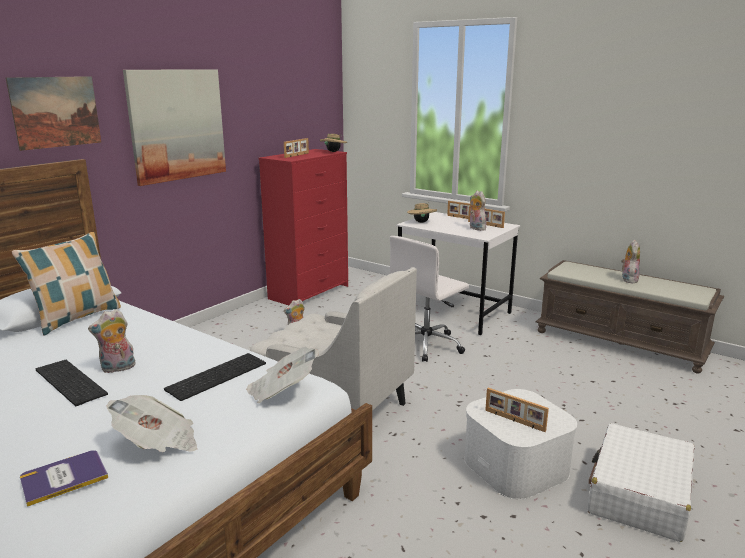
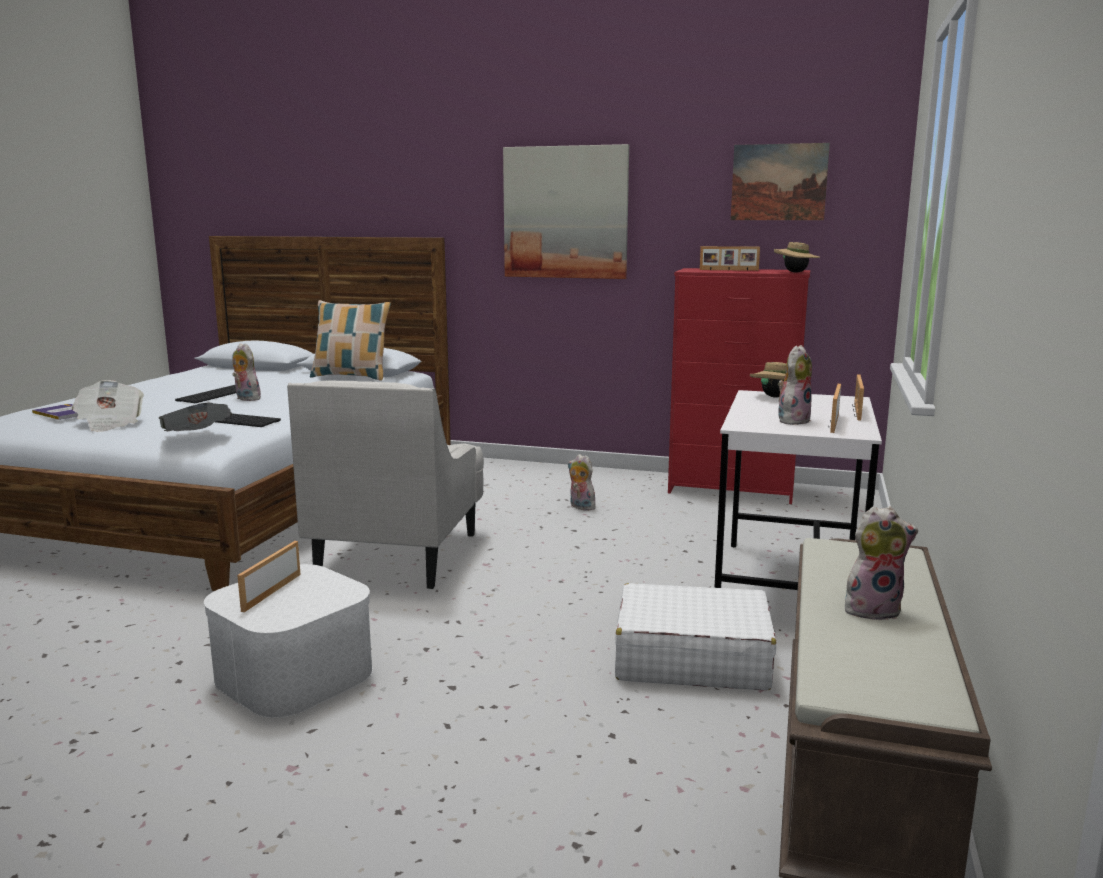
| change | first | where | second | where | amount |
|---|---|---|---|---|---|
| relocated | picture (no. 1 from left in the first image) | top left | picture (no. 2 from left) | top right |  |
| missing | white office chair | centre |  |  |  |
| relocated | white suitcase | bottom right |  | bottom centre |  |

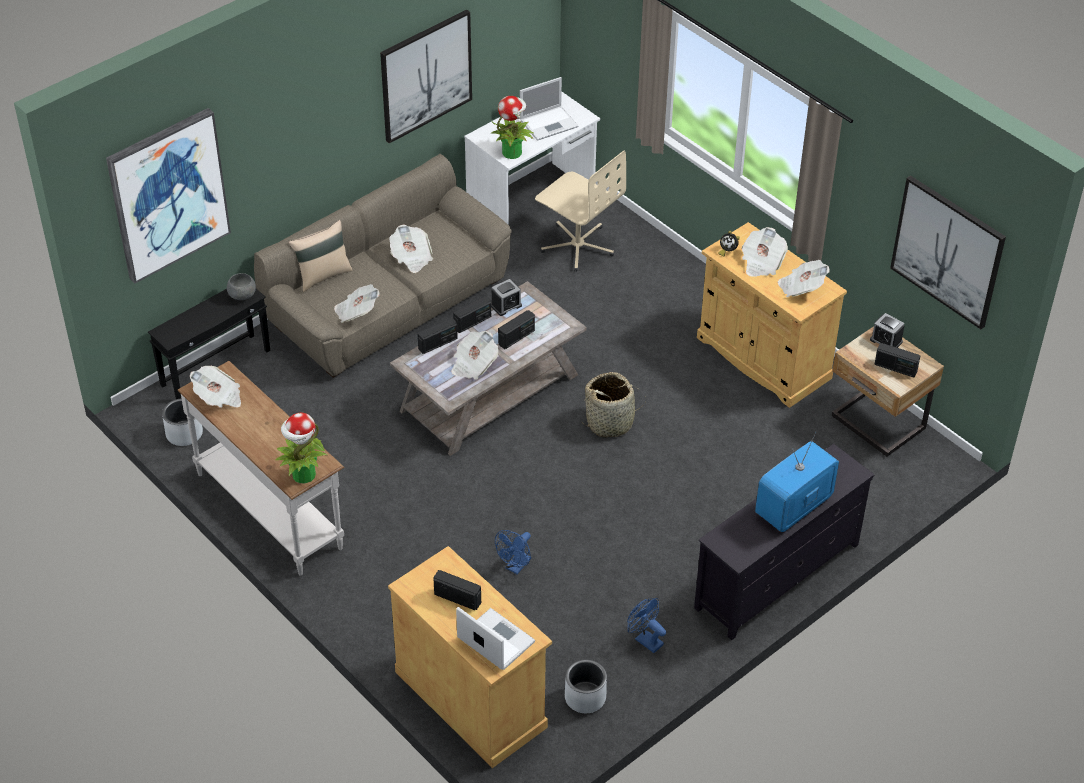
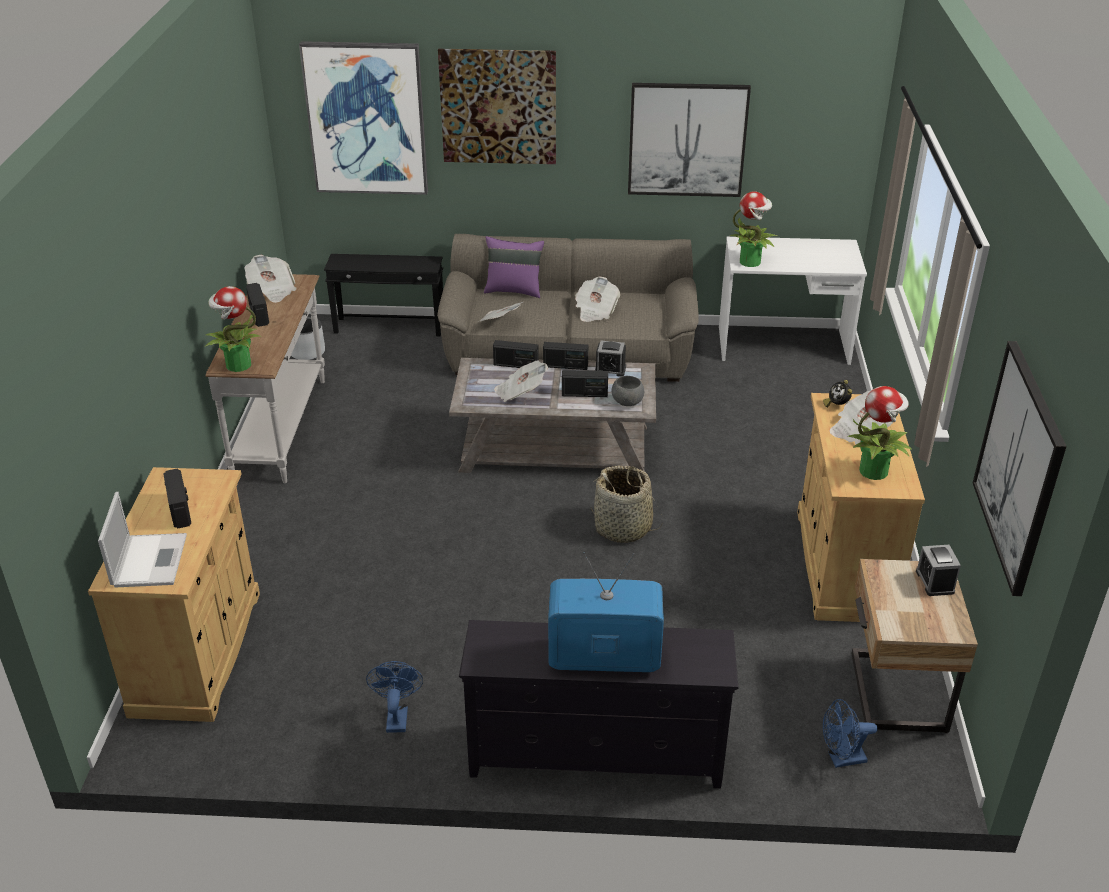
| change | first | where | second | where | amount |
|---|---|---|---|---|---|
| missing | laptop (no. 2 from left) | top centre |  |  |  |
| missing | beige office chair | top centre |  |  |  |
| colour | beige pillow | top left | purple pillow | top centre |  |
| exchanged | newspaper (no. 6 from left) | middle right | potted plant (no. 3 from left) | middle right |  |
| relocated | grey bowl | middle left |  | centre |  |
| relocated | radio (no. 5 from left in the first image) | middle right | radio (no. 2 from left) | middle left |  |
| relocated | blue fan (no. 1 from left in the first image) | bottom centre | blue fan (no. 2 from left) | bottom right |  |
| missing | grey planter (no. 2 from left) | bottom centre |  |  |  |
| appeared |  |  | picture (no. 2 from left) | top centre |  |

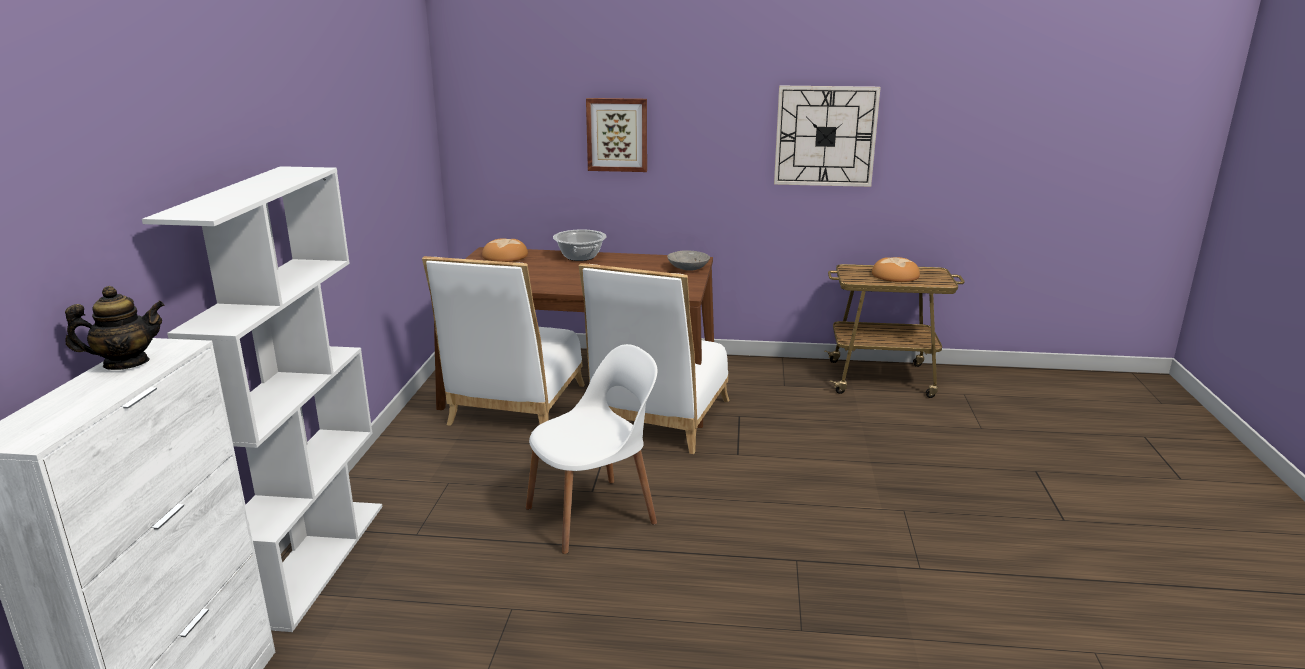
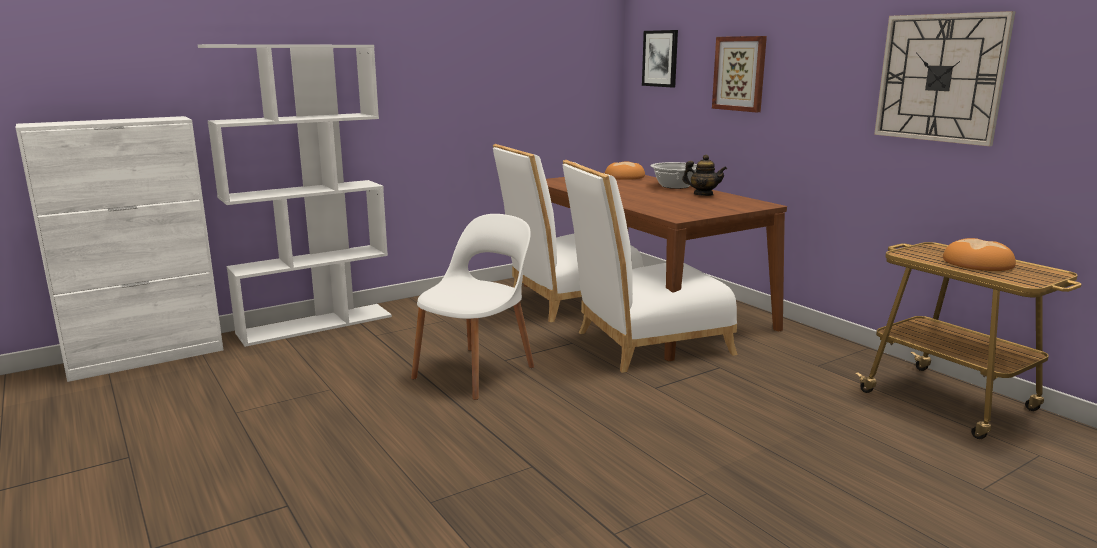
| change | first | where | second | where | amount |
|---|---|---|---|---|---|
| missing | grey bowl | centre |  |  |  |
| relocated | teapot | middle left |  | top centre |  |
| spun | white chair (no. 2 from left in the first image) | bottom centre | white chair (no. 1 from left) | centre | 75 degrees counterclockwise |
| appeared |  |  | picture (no. 1 from left) | top centre |  |

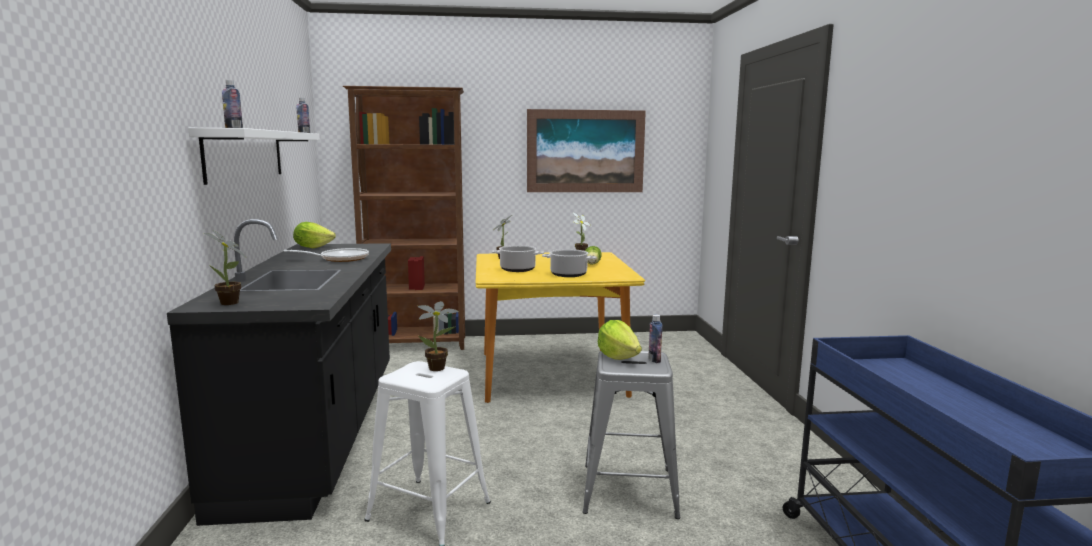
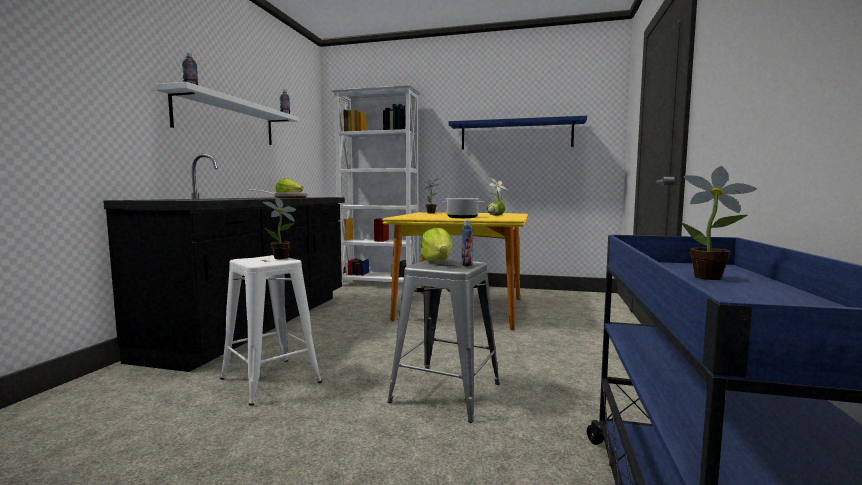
| change | first | where | second | where | amount |
|---|---|---|---|---|---|
| colour | brown bookcase | centre | white bookcase | centre |  |
| exchanged | picture | top centre | blue shelf | top centre |  |
| relocated | potted plant (no. 1 from left in the first image) | middle left | potted plant (no. 4 from left) | middle right |  |
| missing | cooking pot (no. 1 from left) | centre |  |  |  |

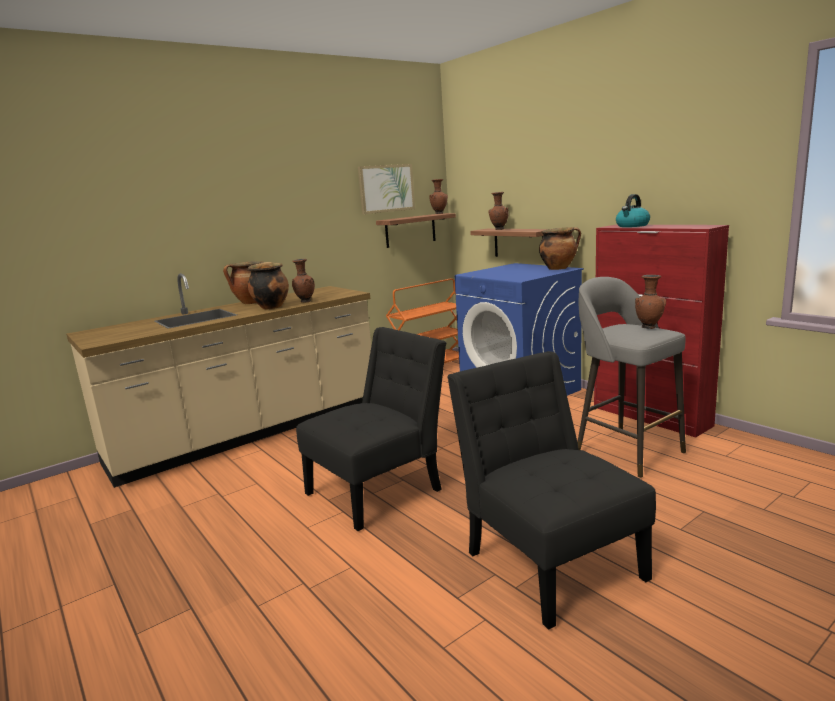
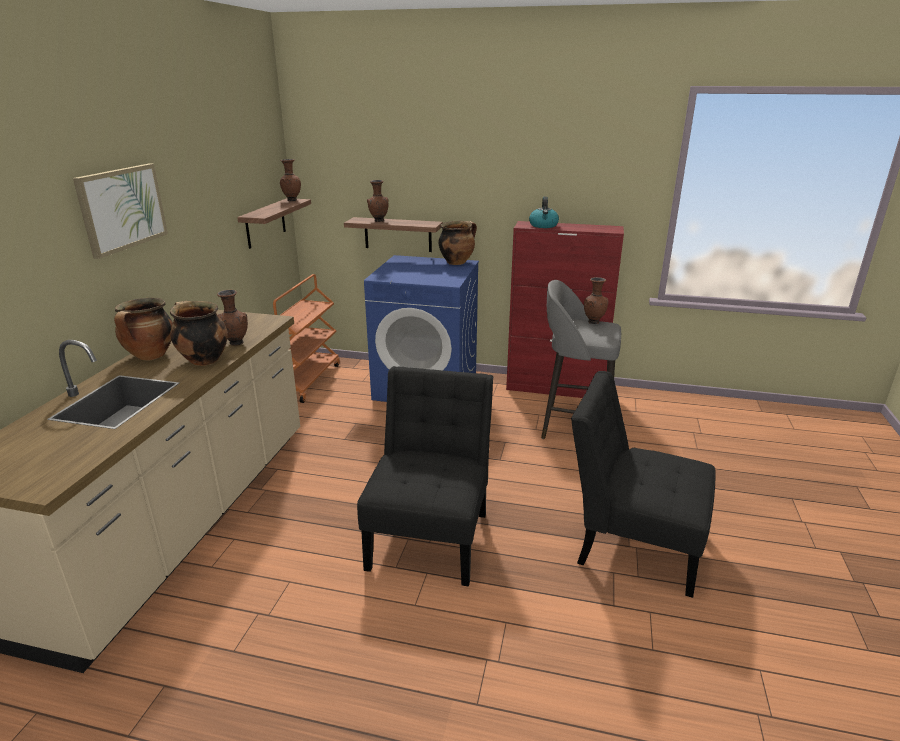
| change | first | where | second | where | amount |
|---|---|---|---|---|---|
| relocated | picture | top centre |  | top left |  |

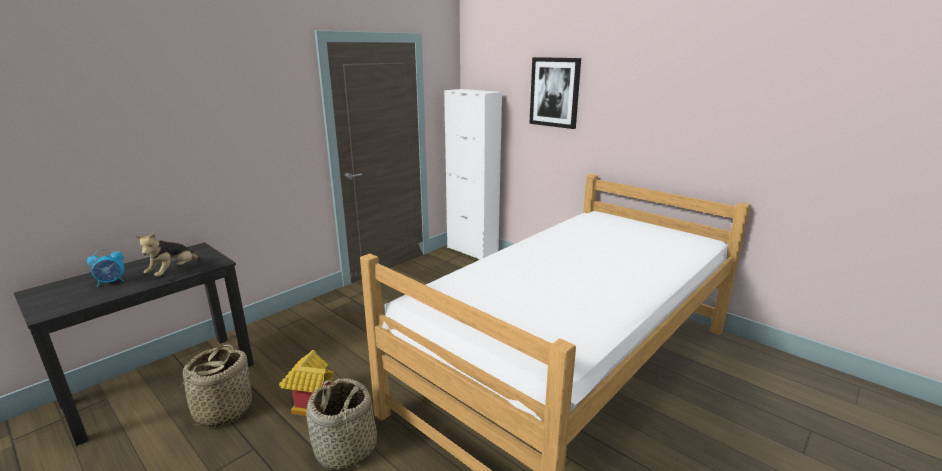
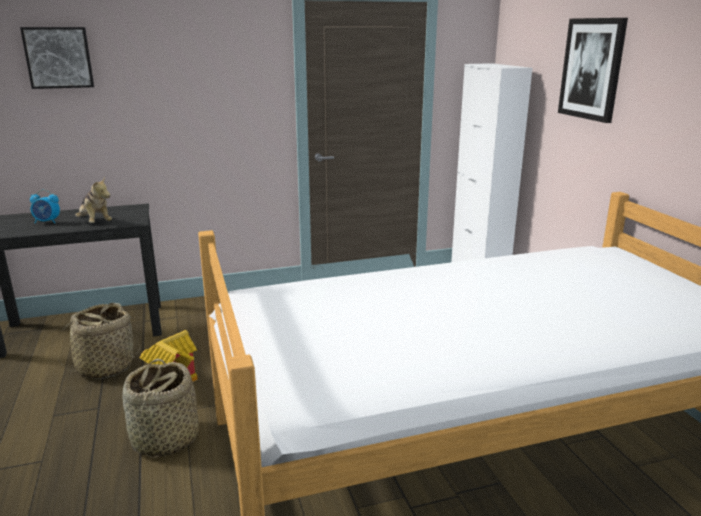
| change | first | where | second | where | amount |
|---|---|---|---|---|---|
| spun | plush toy | middle left |  | middle left | 90 degrees counterclockwise |
| appeared |  |  | picture (no. 1 from left) | top left |  |

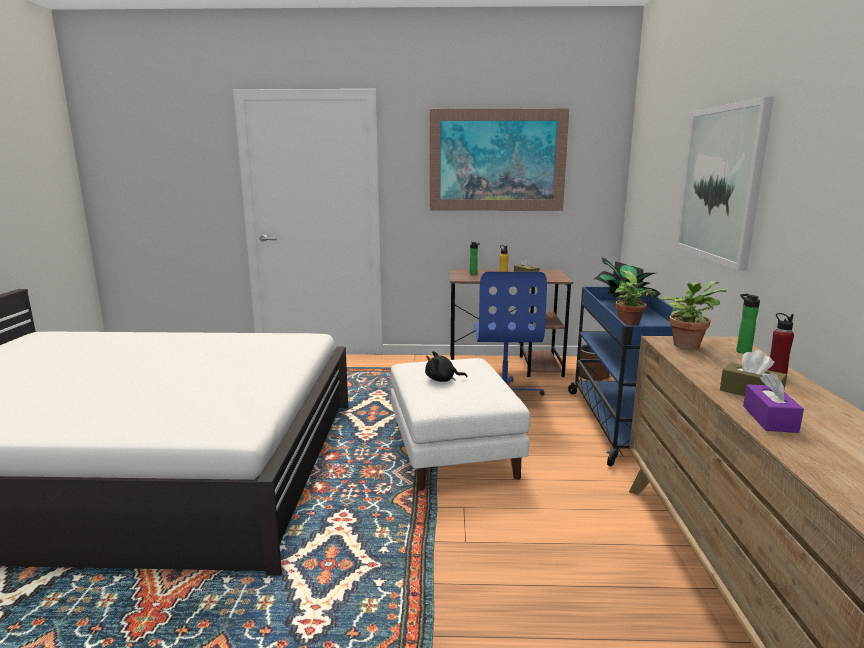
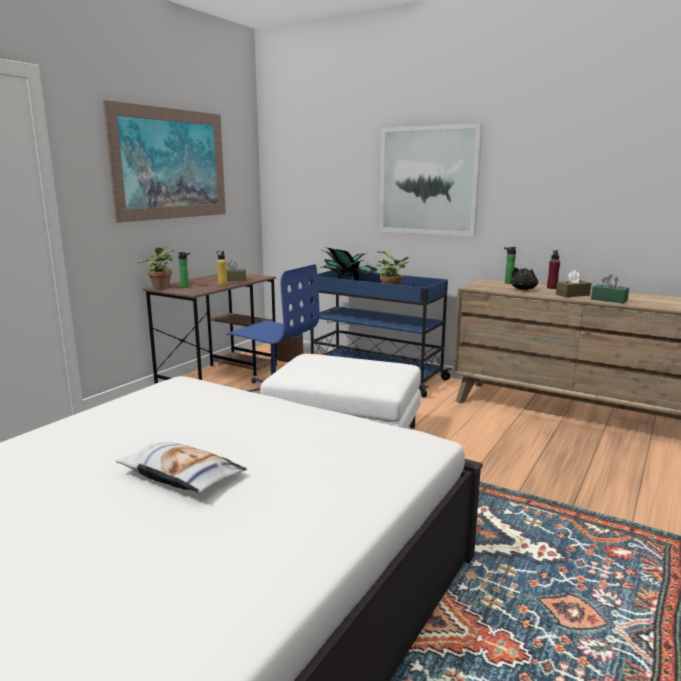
| change | first | where | second | where | amount |
|---|---|---|---|---|---|
| relocated | potted plant (no. 3 from left in the first image) | middle right | potted plant (no. 1 from left) | middle left |  |
| relocated | black plush toy | centre |  | middle right |  |
| colour | purple tissue box | middle right | green tissue box | middle right |  |
| appeared |  |  | pillow | bottom left |  |

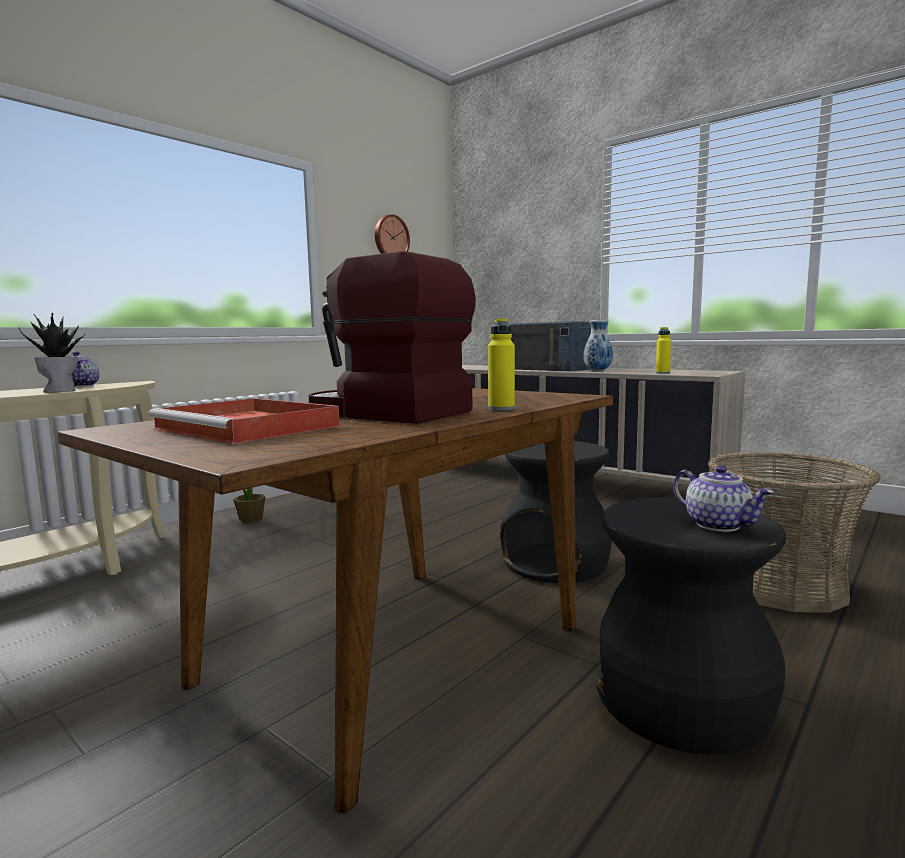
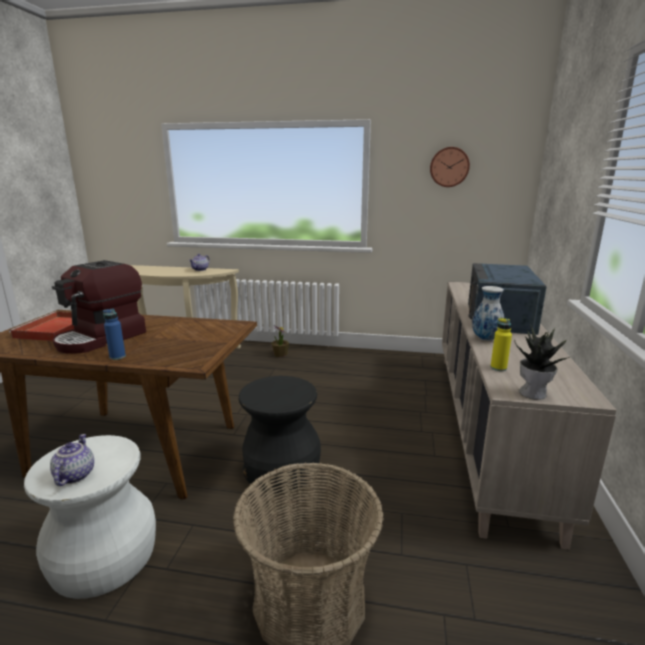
| change | first | where | second | where | amount |
|---|---|---|---|---|---|
| spun | coffee machine | centre |  | middle left | 150 degrees counterclockwise |
| relocated | potted plant (no. 1 from left in the first image) | middle left | potted plant (no. 2 from left) | middle right |  |
| colour | yellow bottle (no. 1 from left) | centre | blue bottle | middle left |  |
| spun | teapot (no. 2 from left in the first image) | middle right | teapot (no. 1 from left) | bottom left | 150 degrees clockwise |
| colour | black stool (no. 2 from left) | bottom right | white stool | bottom left |  |

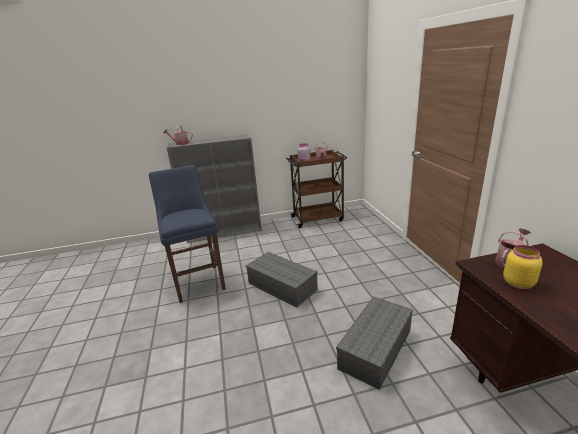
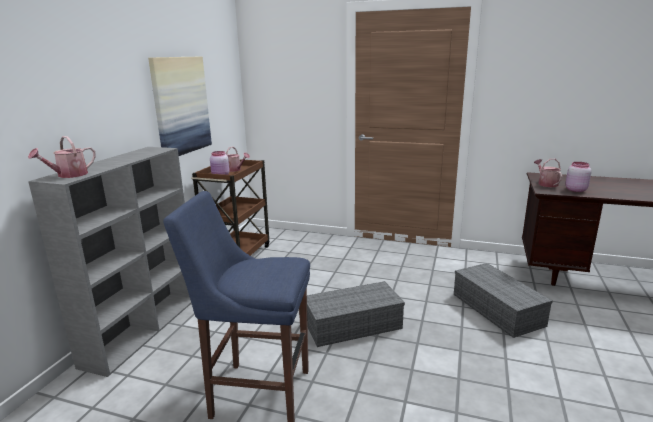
| change | first | where | second | where | amount |
|---|---|---|---|---|---|
| colour | yellow jar | middle right | pink jar (no. 2 from left) | middle right |  |
| appeared |  |  | picture | top left |  |

